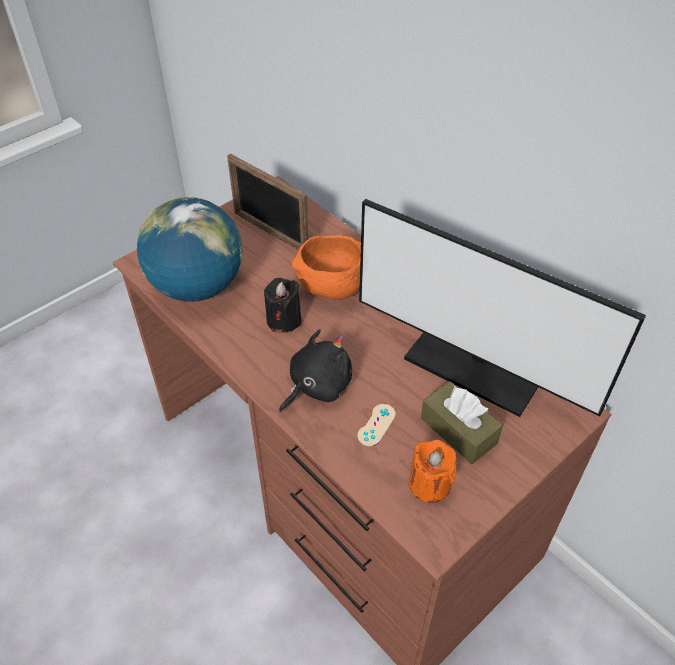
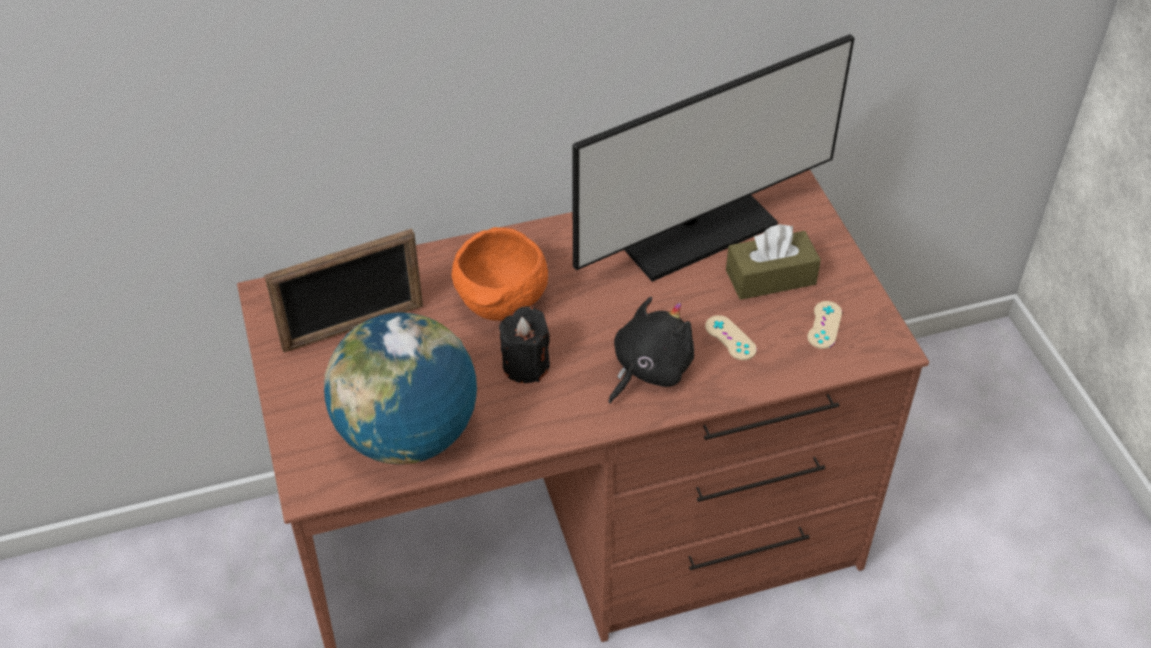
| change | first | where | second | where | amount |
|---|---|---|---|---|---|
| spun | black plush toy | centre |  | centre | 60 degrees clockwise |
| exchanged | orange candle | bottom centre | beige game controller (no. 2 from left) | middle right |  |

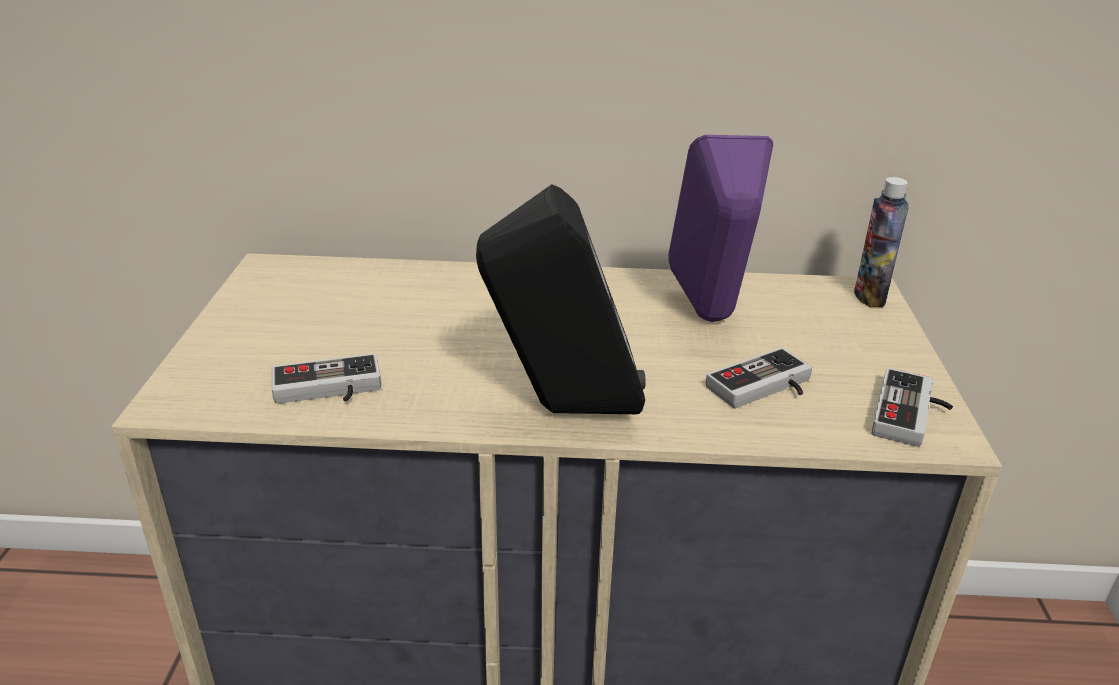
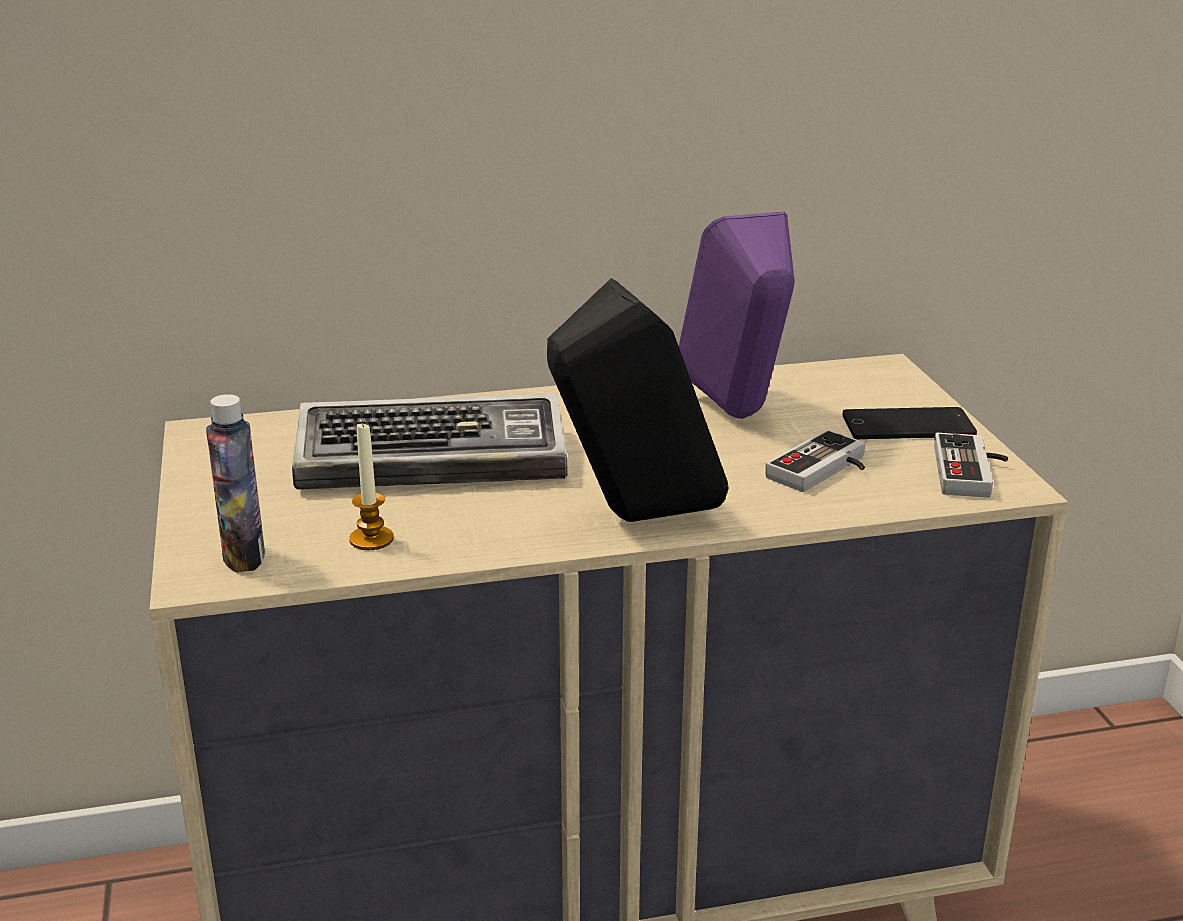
| change | first | where | second | where | amount |
|---|---|---|---|---|---|
| relocated | bottle | middle right |  | middle left |  |
| exchanged | game controller (no. 1 from left) | middle left | candle | middle left |  |
| appeared |  |  | keyboard | centre |  |
| appeared |  |  | phone | middle right |  |

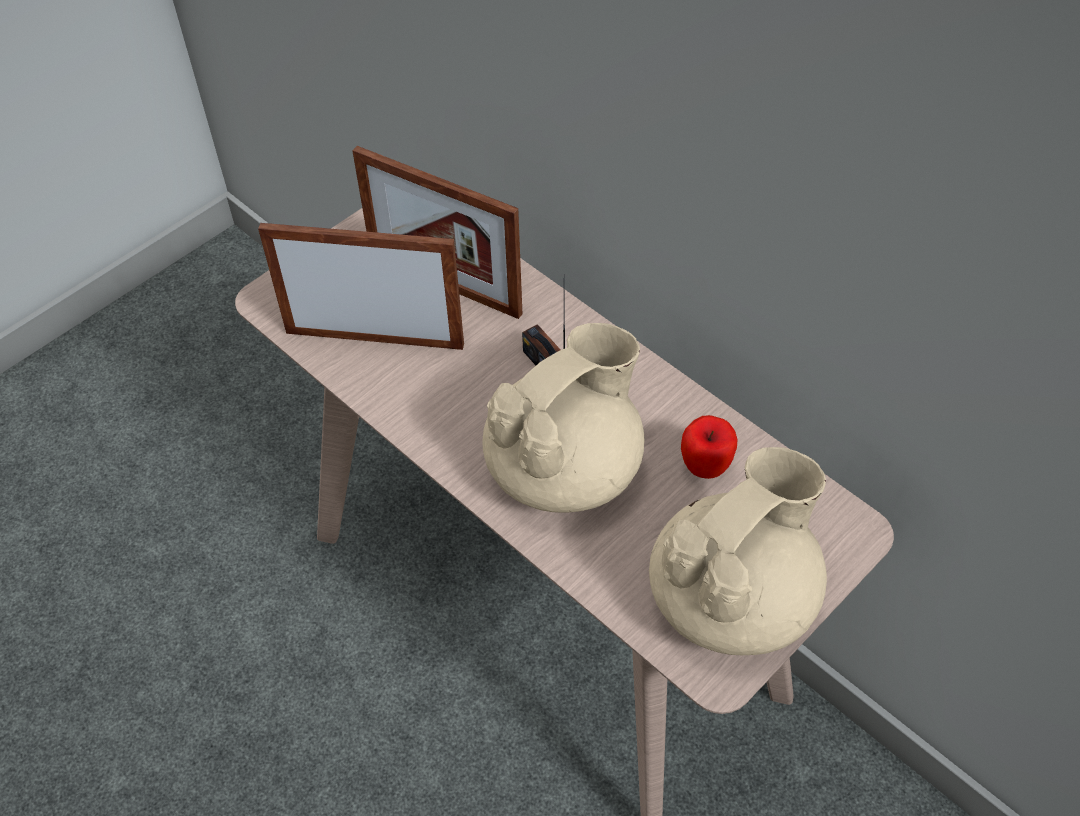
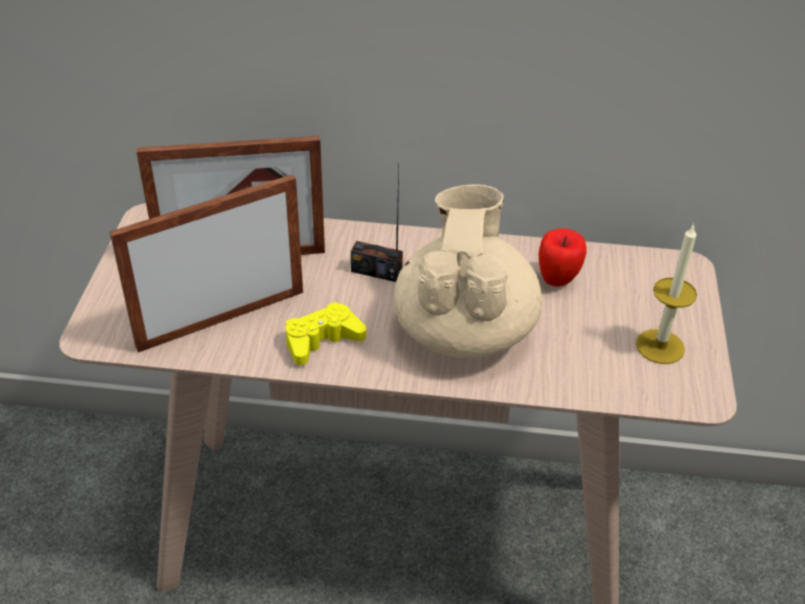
| change | first | where | second | where | amount |
|---|---|---|---|---|---|
| exchanged | beige teapot (no. 2 from left) | bottom right | candle | middle right |  |
| appeared |  |  | yellow game controller | centre |  |

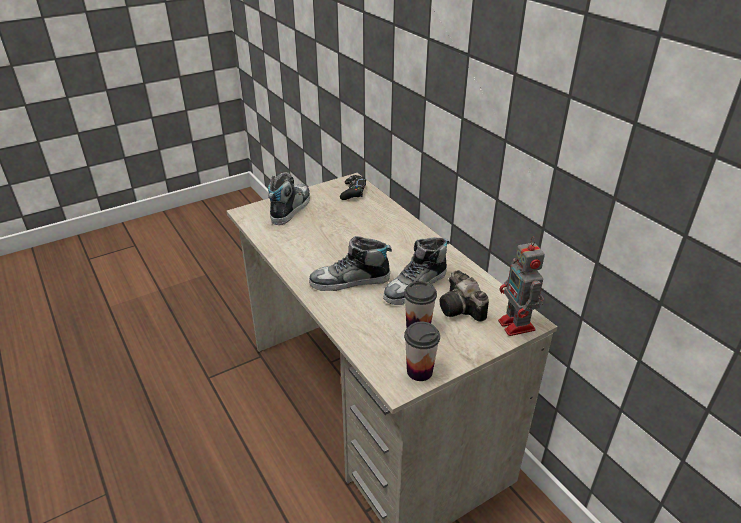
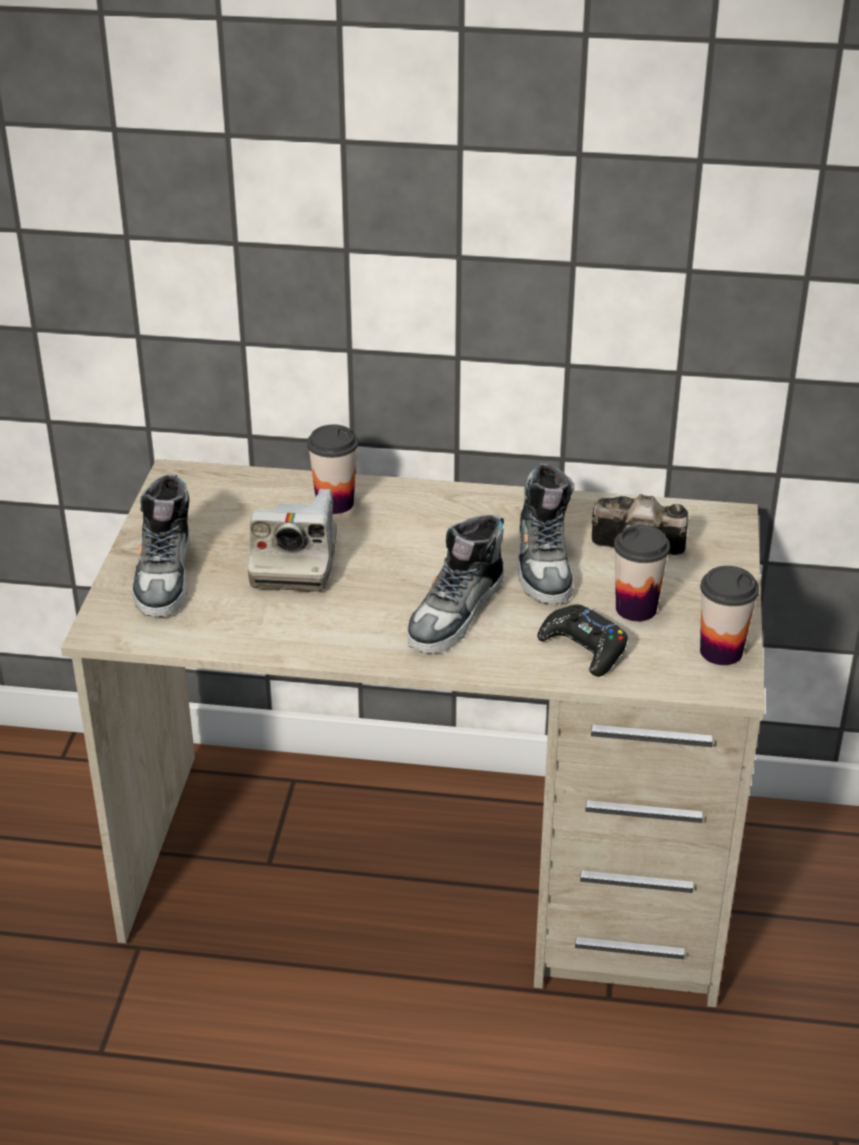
| change | first | where | second | where | amount |
|---|---|---|---|---|---|
| spun | shoe (no. 1 from left) | centre |  | middle left | 150 degrees counterclockwise |
| relocated | black game controller | centre |  | middle right |  |
| missing | toy robot | middle right |  |  |  |
| appeared |  |  | cup (no. 1 from left) | centre |  |
| appeared |  |  | photo camera (no. 1 from left) | centre |  |

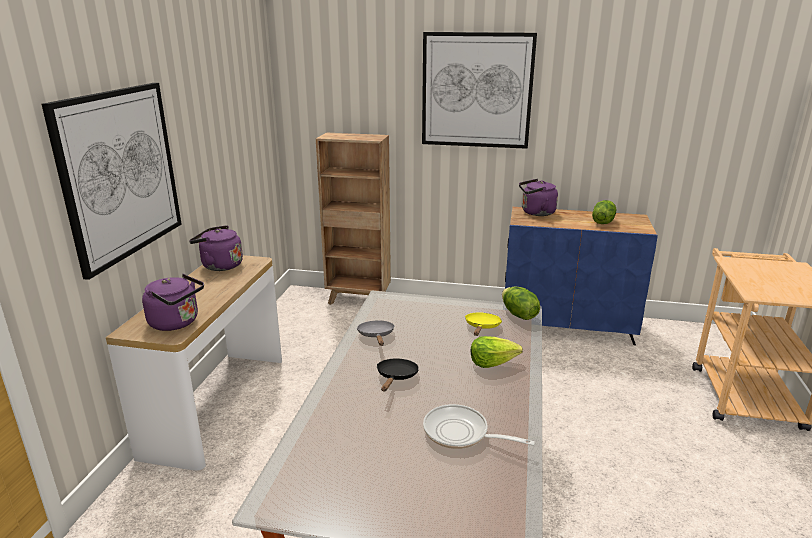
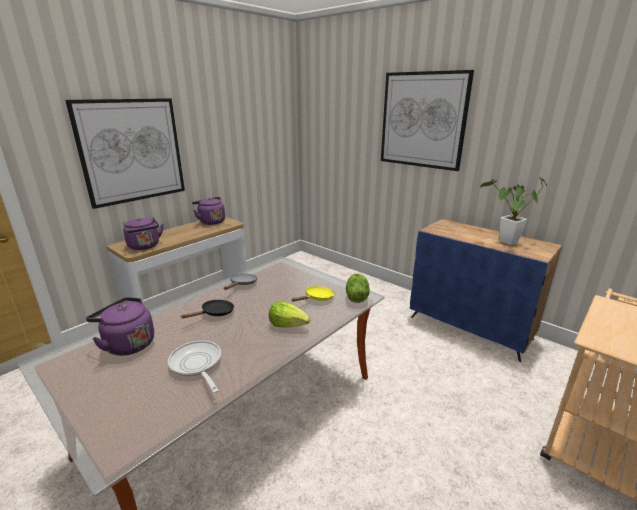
| change | first | where | second | where | amount |
|---|---|---|---|---|---|
| missing | brown bookcase | centre |  |  |  |
| relocated | purple kettle (no. 3 from left in the first image) | centre | purple kettle (no. 1 from left) | middle left |  |
| exchanged | lettuce (no. 3 from left) | middle right | potted plant | middle right |  |

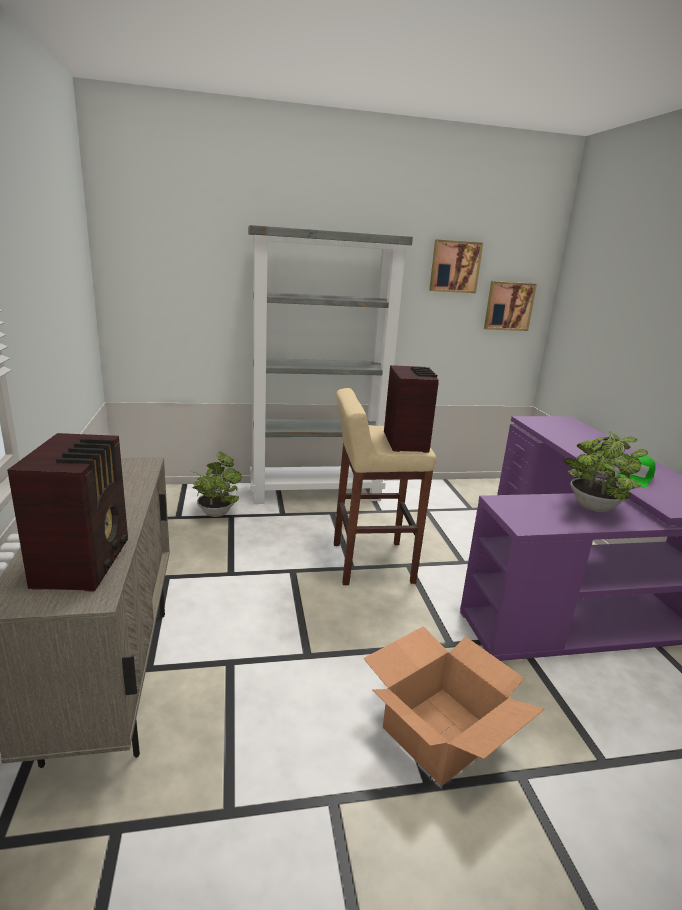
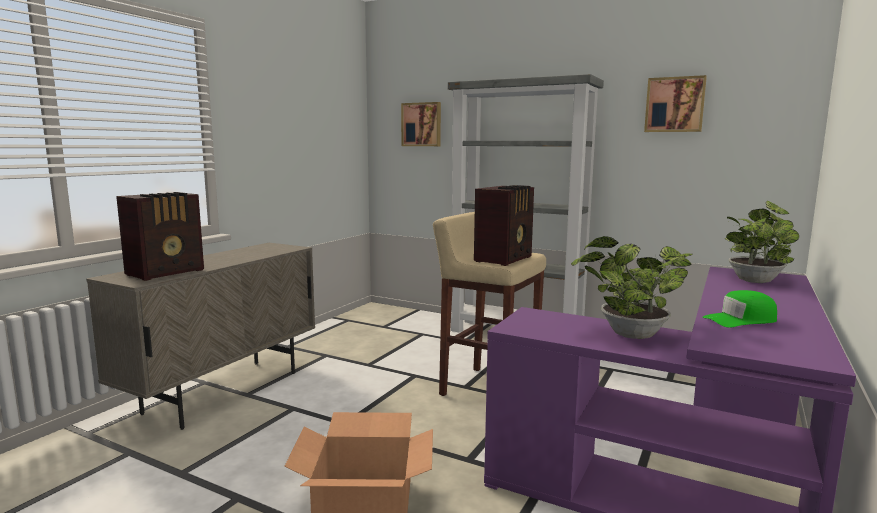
| change | first | where | second | where | amount |
|---|---|---|---|---|---|
| relocated | picture (no. 2 from left in the first image) | middle right | picture (no. 1 from left) | top centre |  |
| relocated | potted plant (no. 1 from left in the first image) | middle left | potted plant (no. 2 from left) | middle right |  |

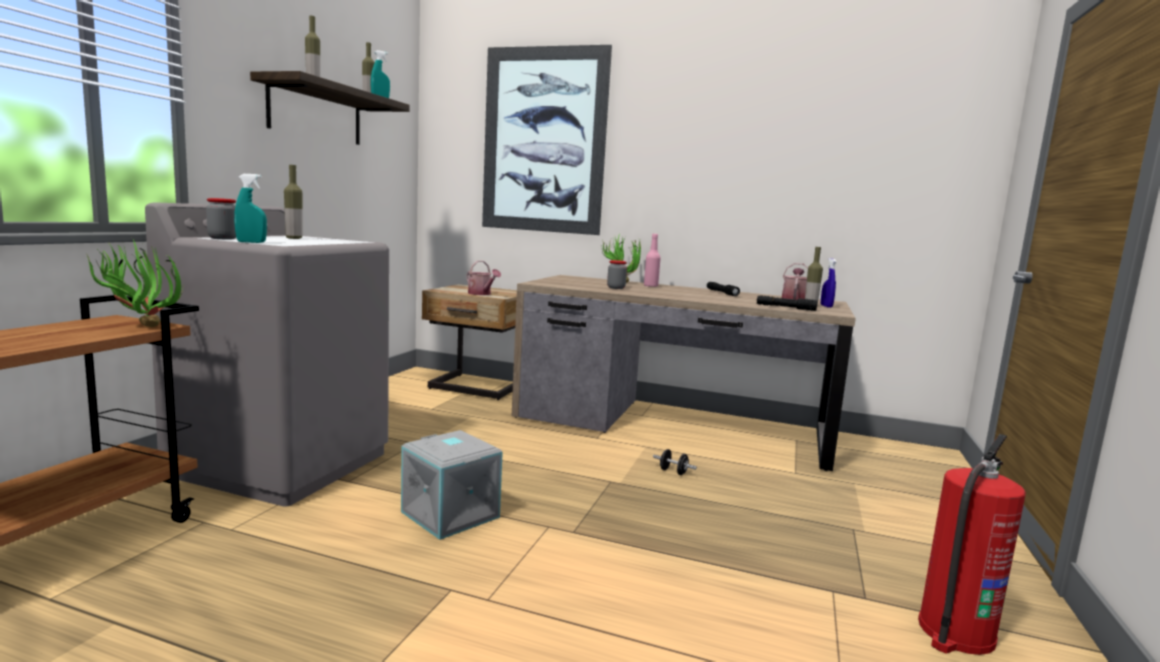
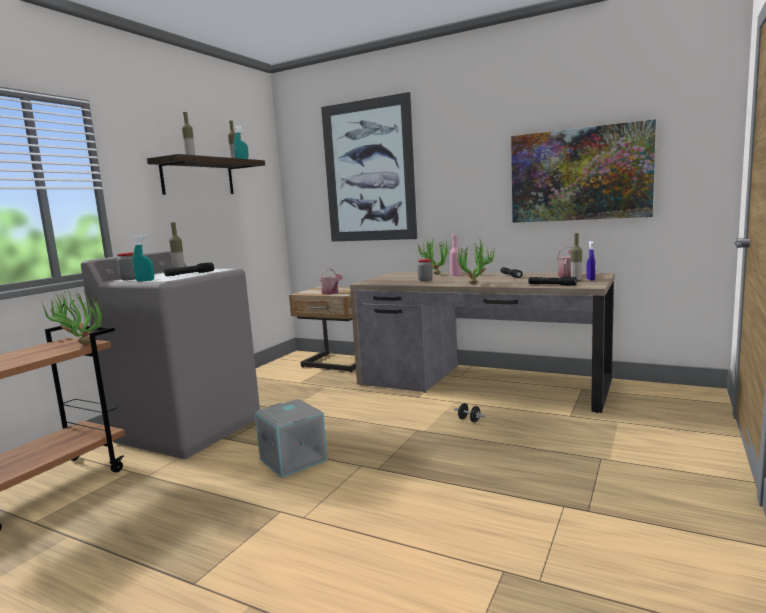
| change | first | where | second | where | amount |
|---|---|---|---|---|---|
| missing | fire extinguisher | bottom right |  |  |  |
| appeared |  |  | picture (no. 2 from left) | top right |  |
| appeared |  |  | potted plant (no. 3 from left) | centre |  |
| appeared |  |  | black flashlight (no. 1 from left) | middle left |  |

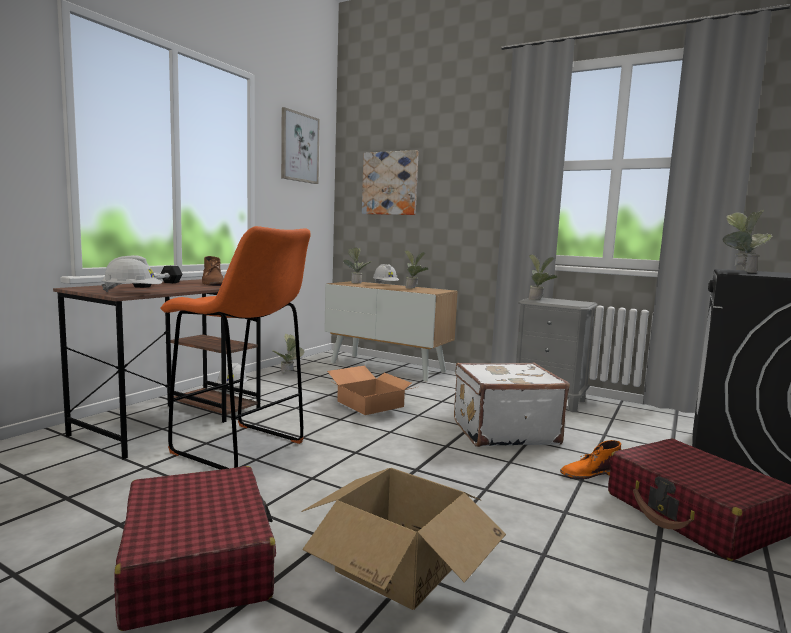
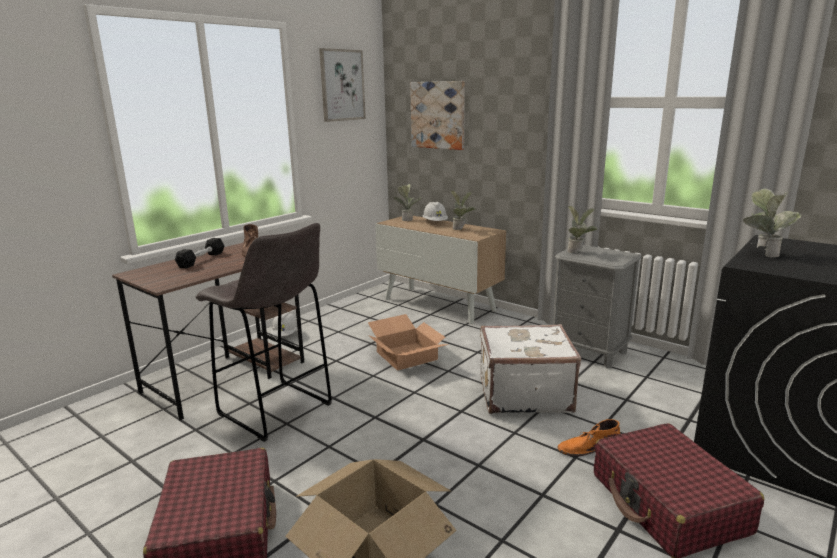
| change | first | where | second | where | amount |
|---|---|---|---|---|---|
| colour | orange stool | middle left | grey stool | middle left |  |
| missing | white hard hat (no. 1 from left) | middle left |  |  |  |
| missing | potted plant (no. 1 from left) | centre |  |  |  |

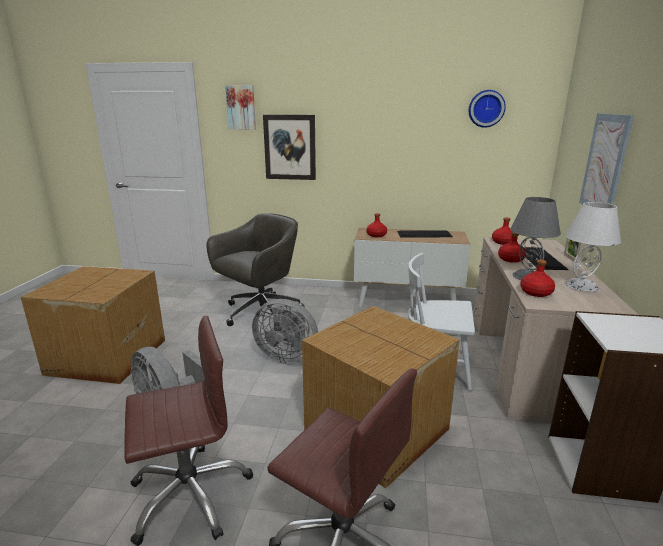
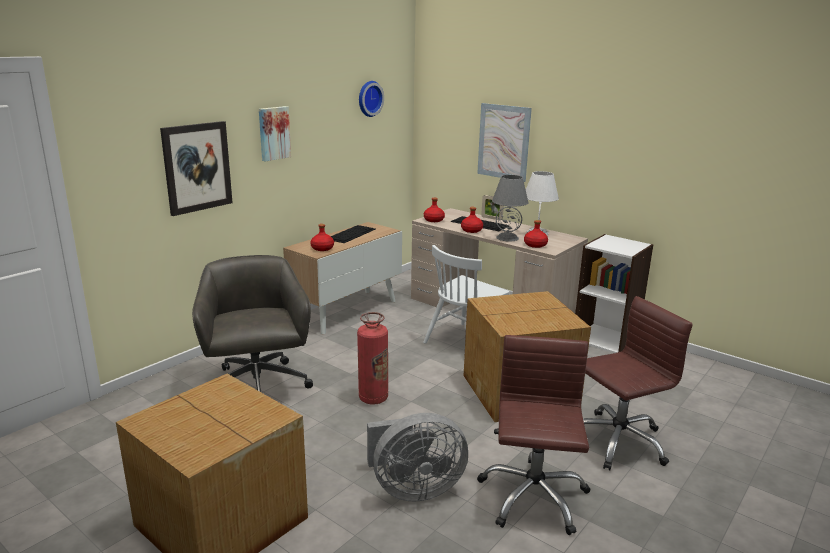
| change | first | where | second | where | amount |
|---|---|---|---|---|---|
| relocated | picture (no. 1 from left in the first image) | top centre | picture (no. 2 from left) | top left |  |
| exchanged | grey fan (no. 2 from left) | centre | fire extinguisher | centre |  |

